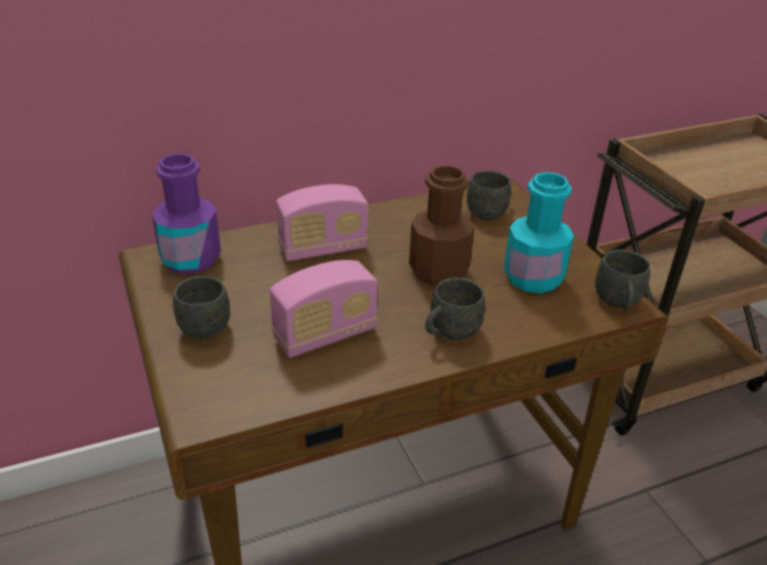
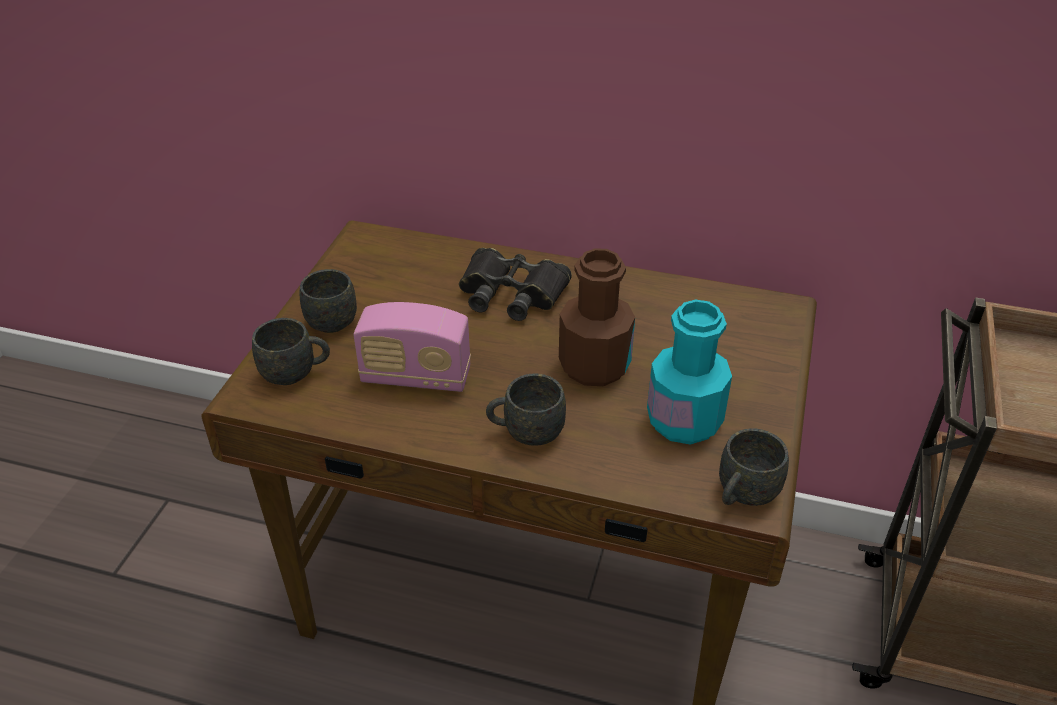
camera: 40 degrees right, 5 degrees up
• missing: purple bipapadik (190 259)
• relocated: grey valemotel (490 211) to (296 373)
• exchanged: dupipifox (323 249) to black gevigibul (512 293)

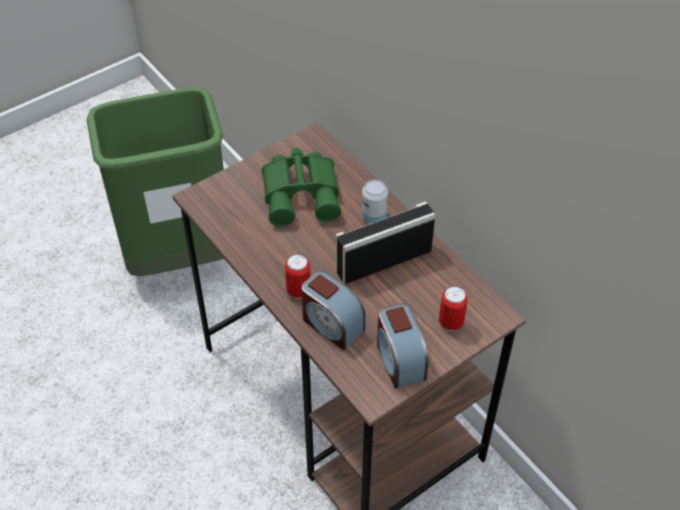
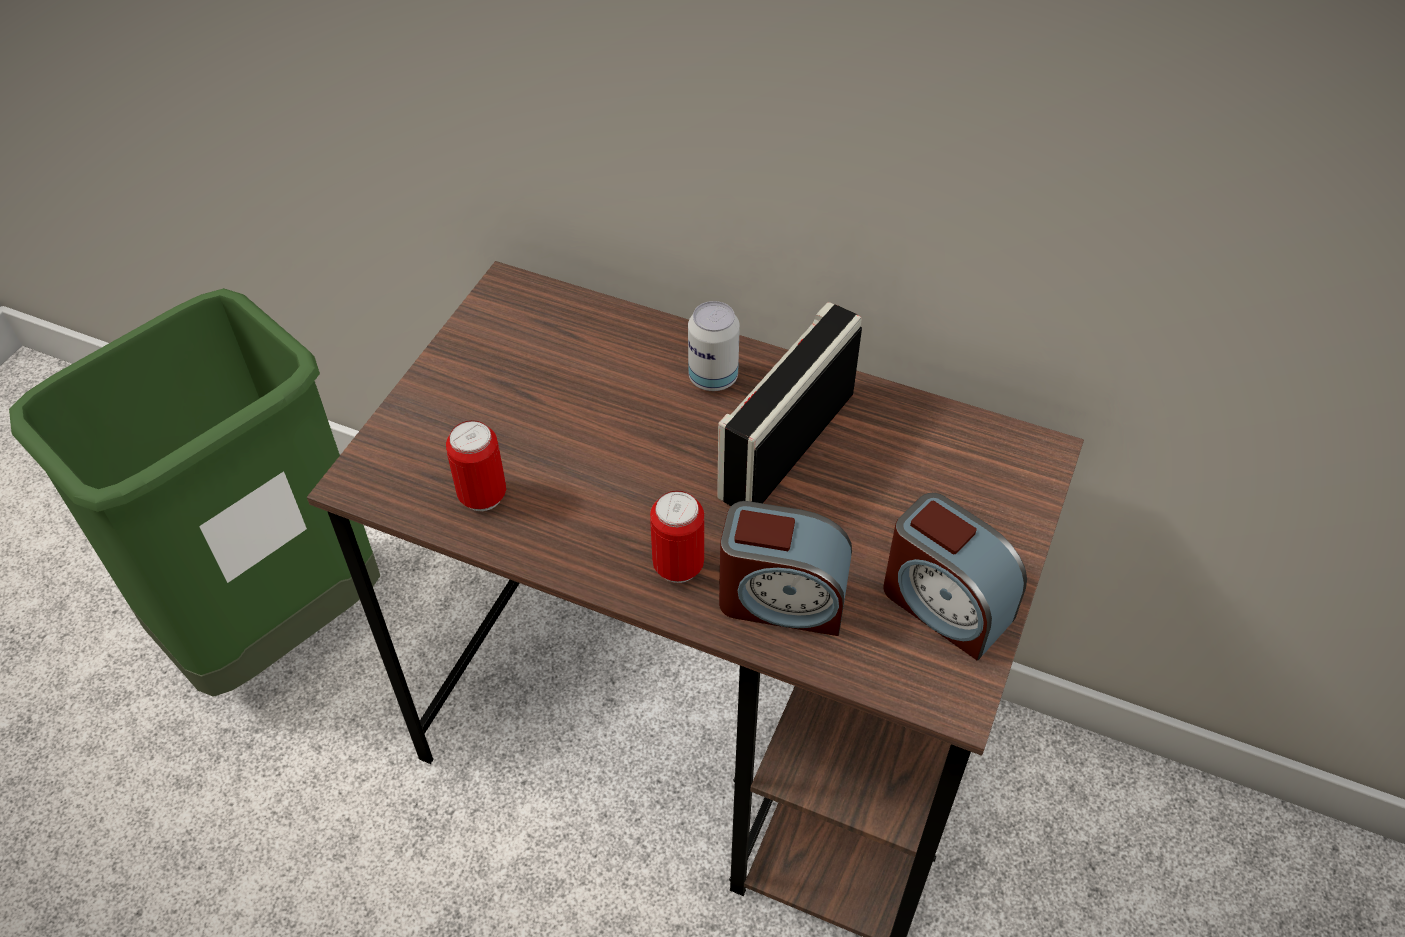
camera: 30 degrees left, 0 degrees up
• missing: green gevigibul (303 193)
• relocated: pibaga (451 323) to (482 496)

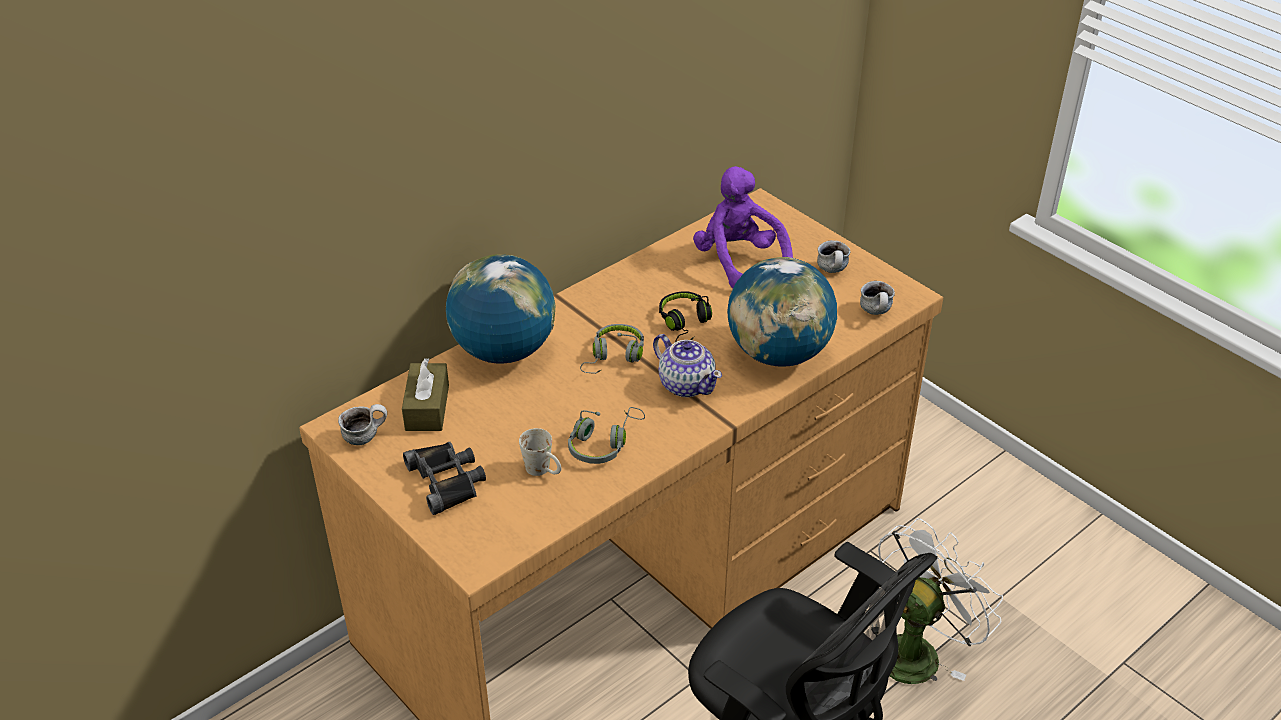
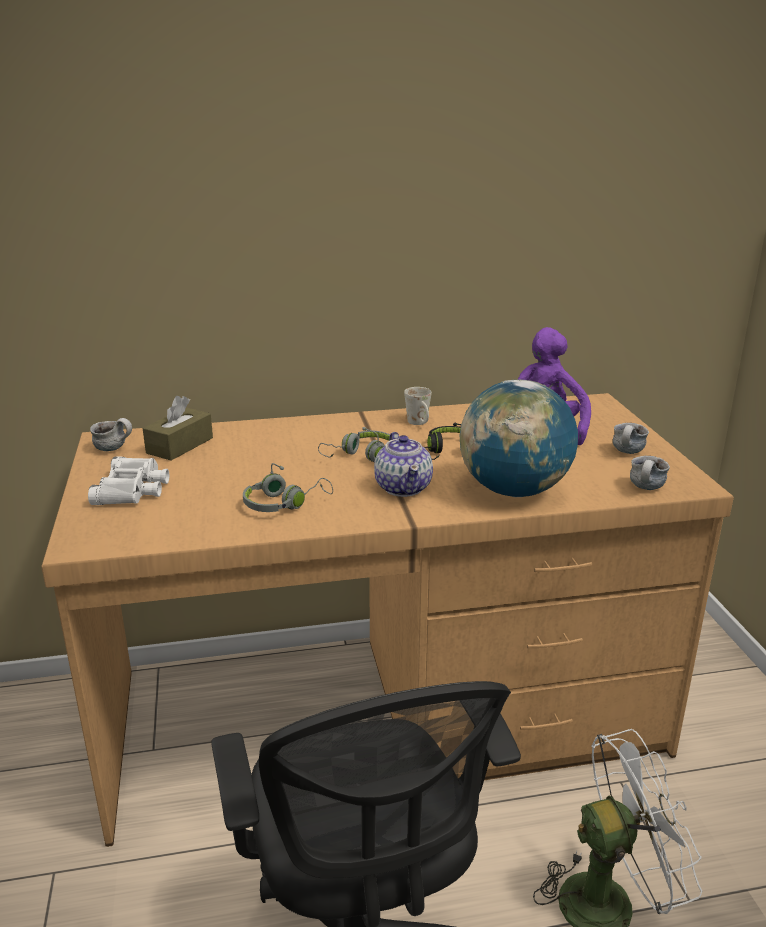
camera: 30 degrees right, 15 degrees down
• missing: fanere (504 351)
• relocated: white valemotel (543 471) to (420 423)
• colour: black gevigibul (447 480) to white gevigibul (133 489)

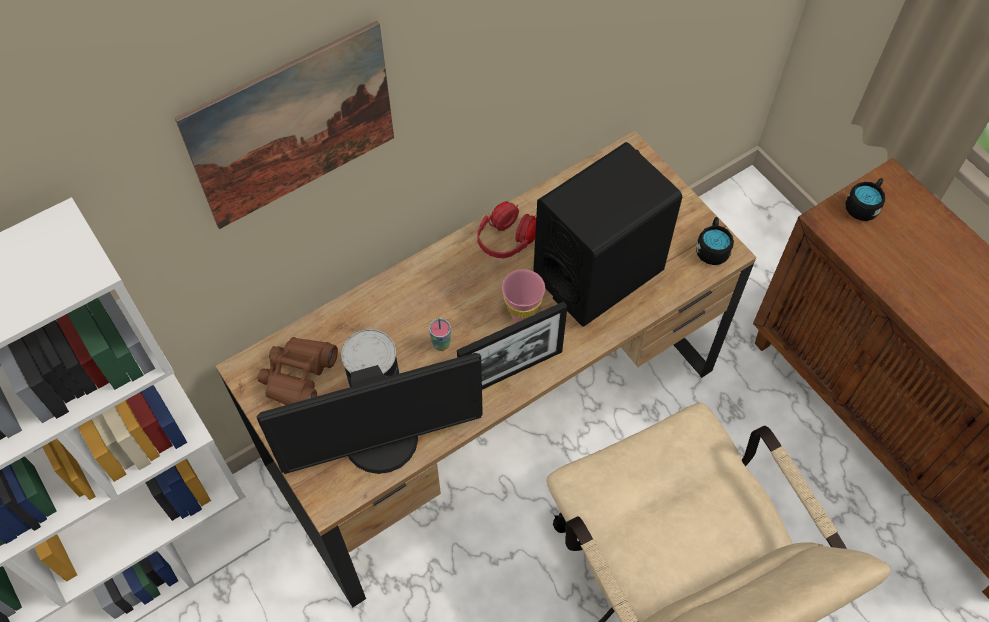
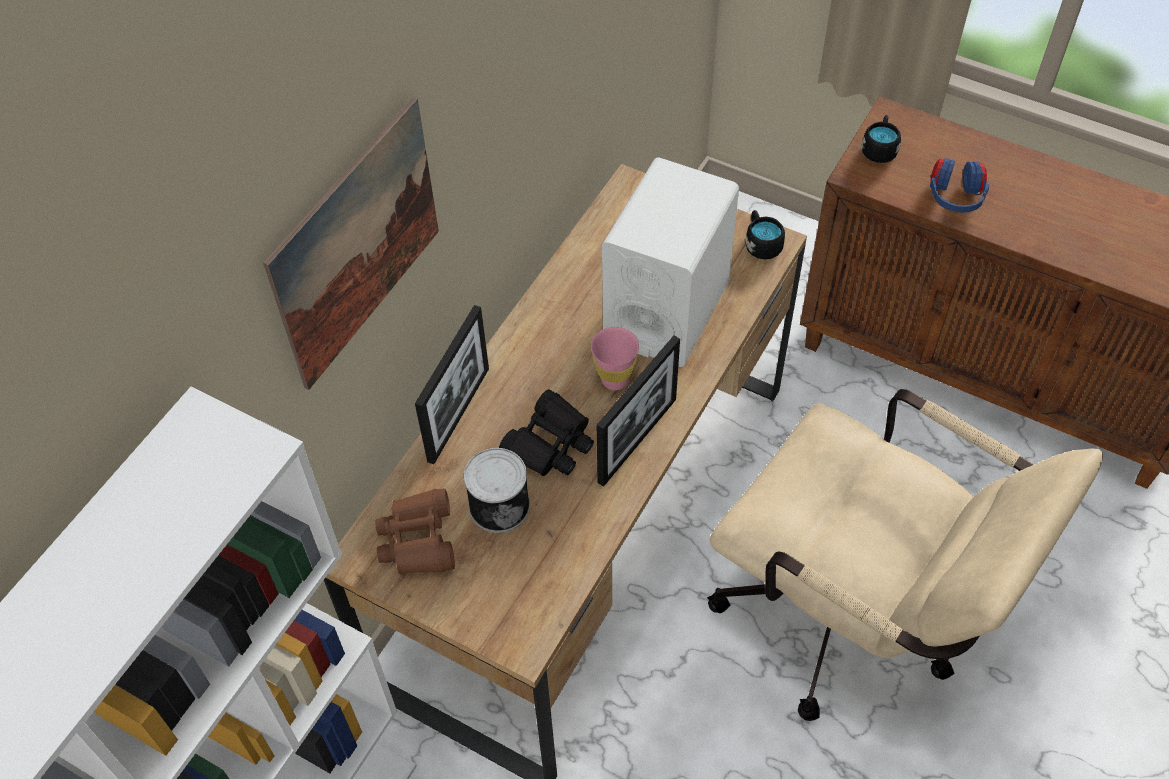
camera: 25 degrees left, 5 degrees down
• colour: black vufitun (598 273) to white vufitun (666 310)
• missing: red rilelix (507 241)
• exchanged: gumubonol (441 344) to black gevigibul (550 444)
• missing: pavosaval (382 443)
• appeared: blue rilelix (954 199)
• appeared: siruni (458 414)

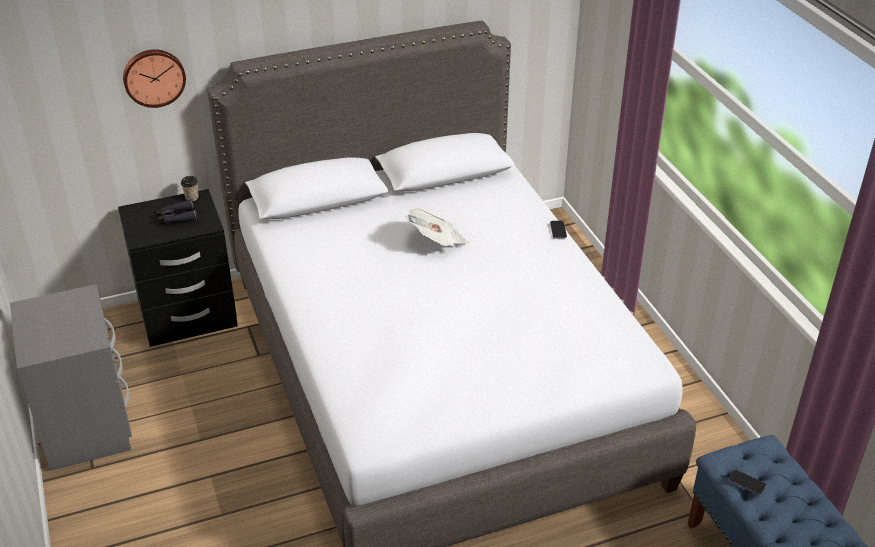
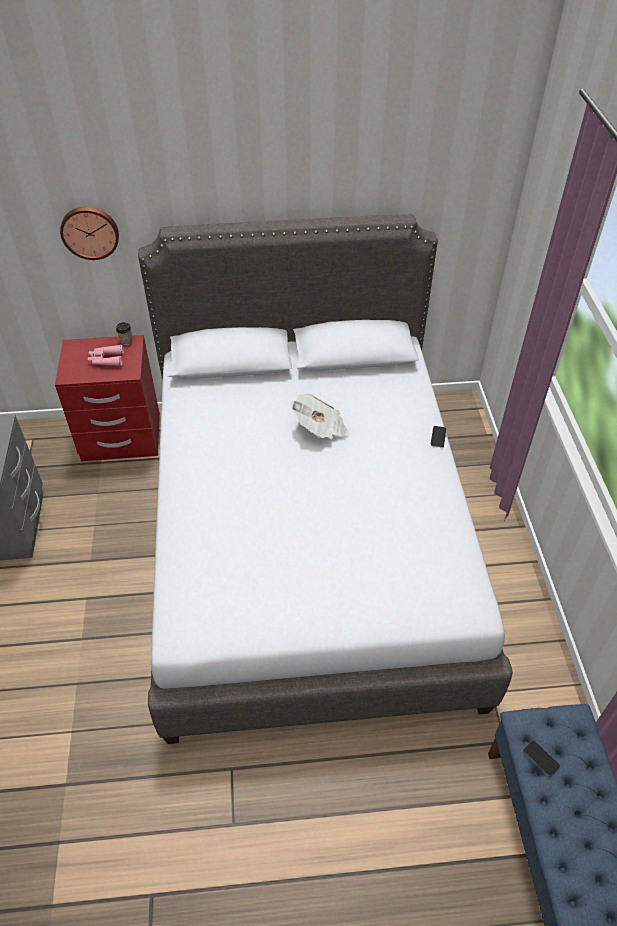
camera: 15 degrees right, 10 degrees up
• colour: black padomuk (188 317) to red padomuk (121 438)
• colour: black gevigibul (177 217) to pink gevigibul (106 360)

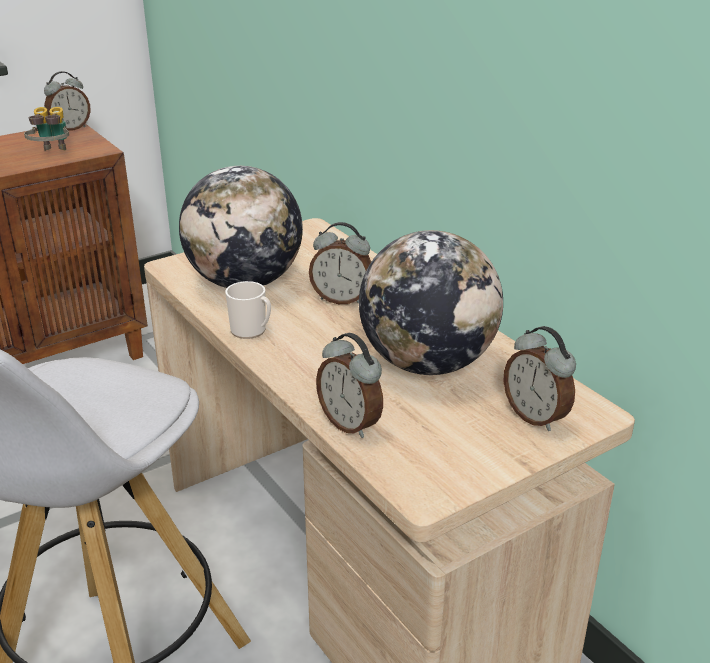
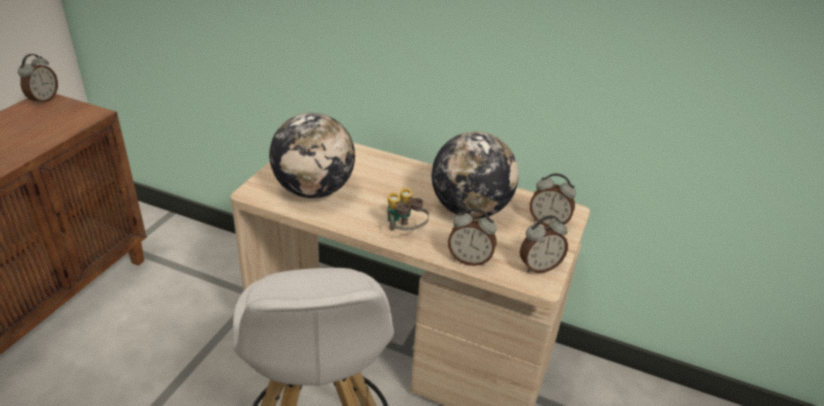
camera: 35 degrees left, 5 degrees up
• relocated: gevigibul (52 154) to (404 232)
• relocated: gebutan (341 299) to (539 266)
• missing: valemotel (251 331)

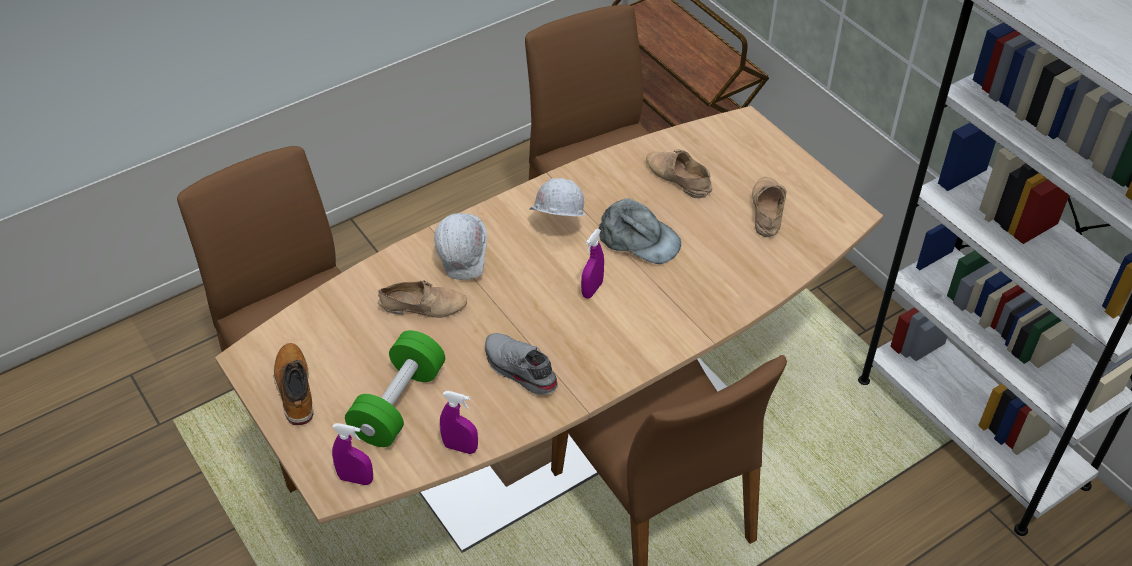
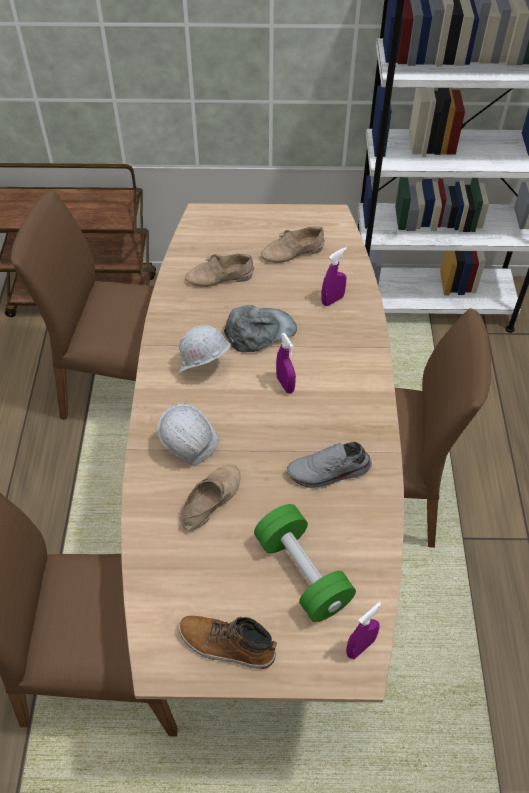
camera: 55 degrees left, 5 degrees up
• spun: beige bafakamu (766 210) = (293 252) 60 degrees counterclockwise
• relocated: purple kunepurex (460 447) to (332 300)

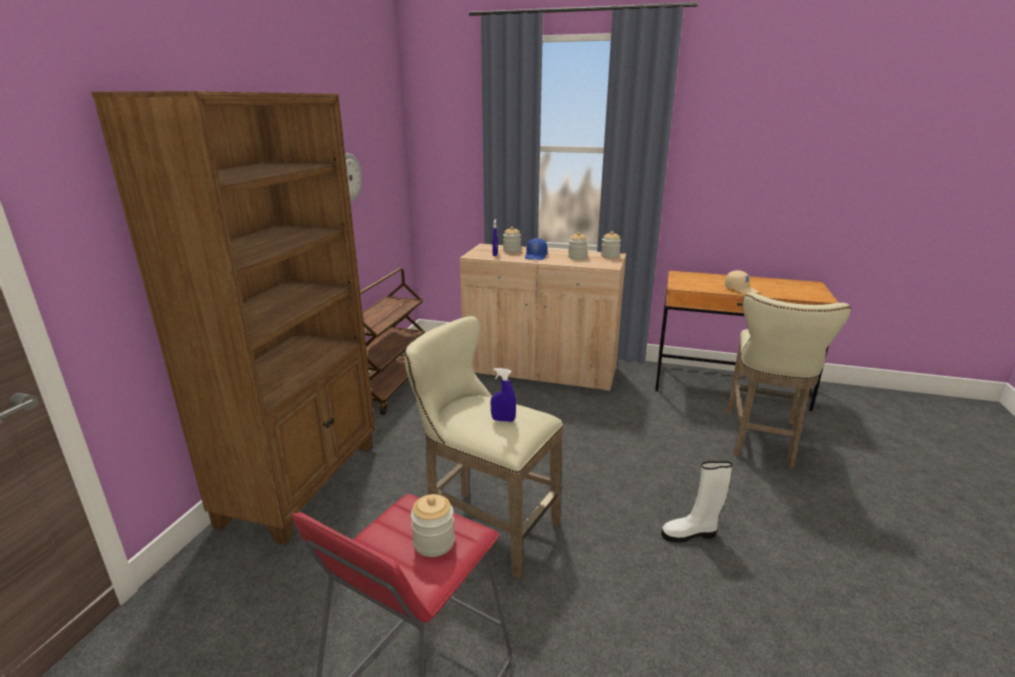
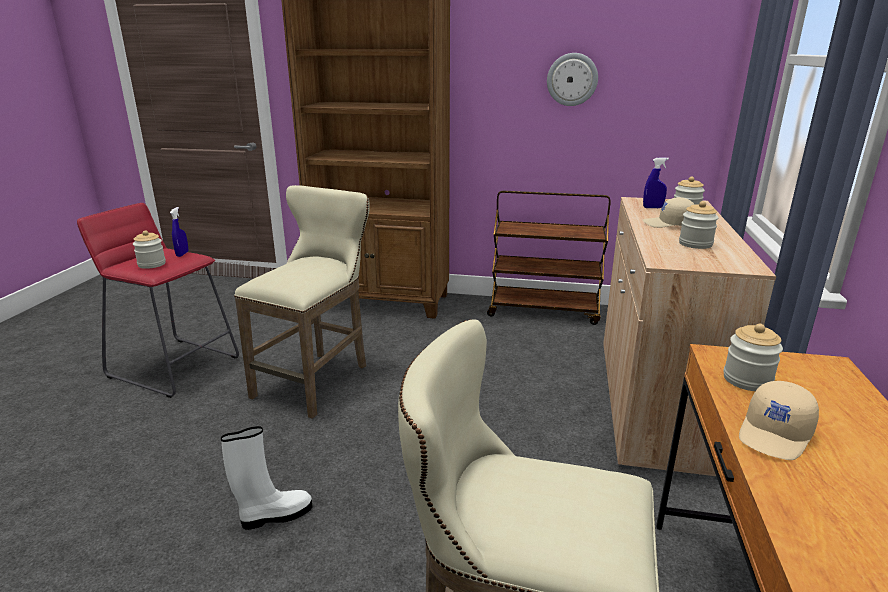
camera: 85 degrees right, 0 degrees up
• relocated: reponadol (610 256) to (747 380)
• colour: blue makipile (536 256) to beige makipile (668 224)
• relocated: blue kunepurex (503 420) to (182 254)
• spun: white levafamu (690 534) = (274 515) 75 degrees clockwise

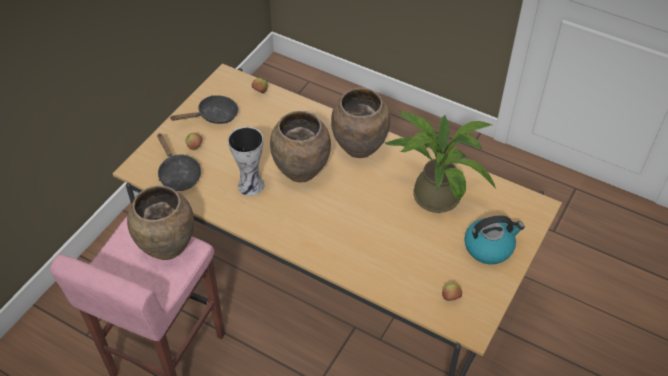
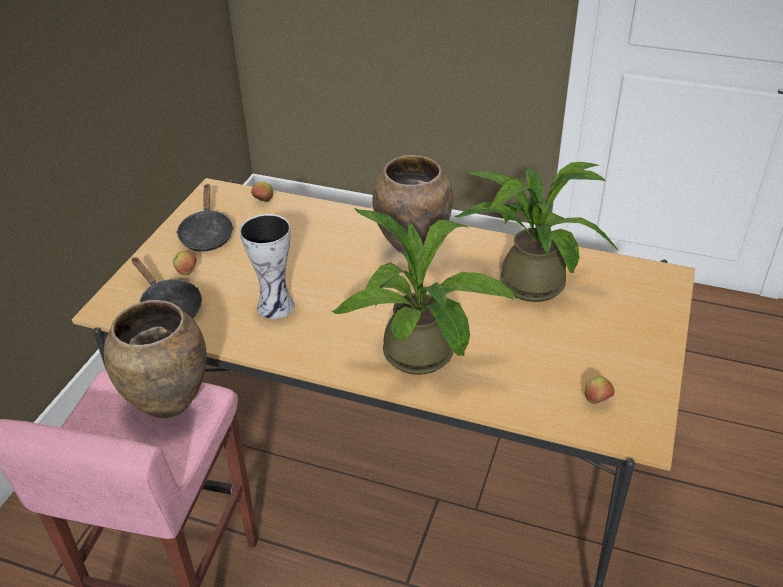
camera: 10 degrees left, 10 degrees down
• spun: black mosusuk (214 116) = (207 234) 120 degrees clockwise
• missing: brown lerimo (301 171)
• missing: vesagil (489 247)
• appeared: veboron (425 358)

